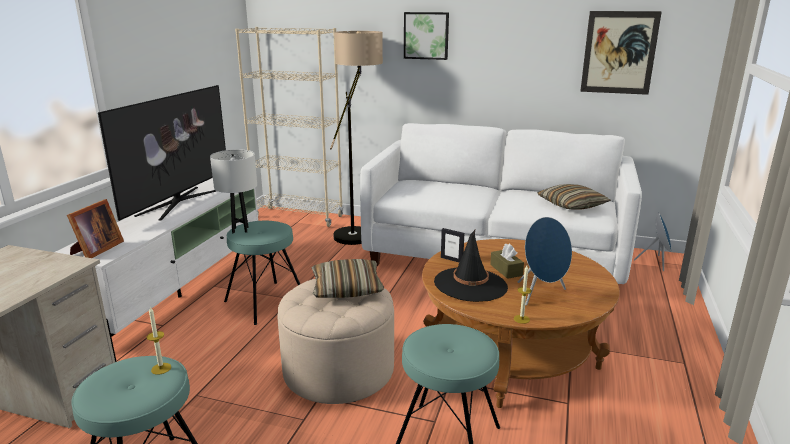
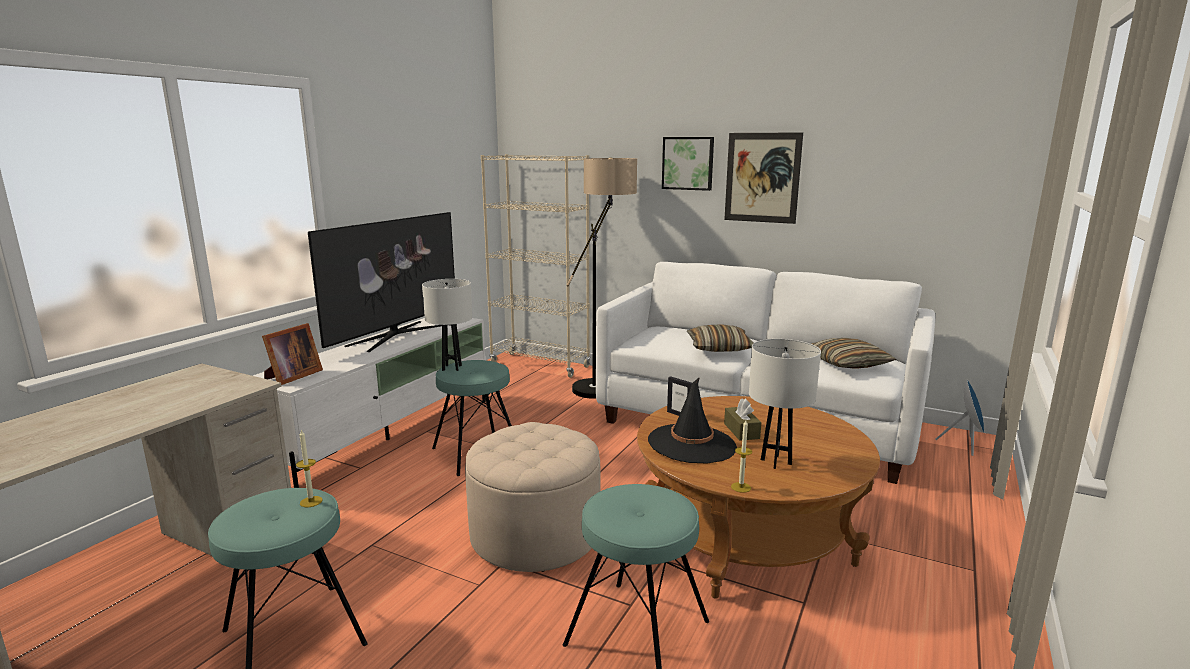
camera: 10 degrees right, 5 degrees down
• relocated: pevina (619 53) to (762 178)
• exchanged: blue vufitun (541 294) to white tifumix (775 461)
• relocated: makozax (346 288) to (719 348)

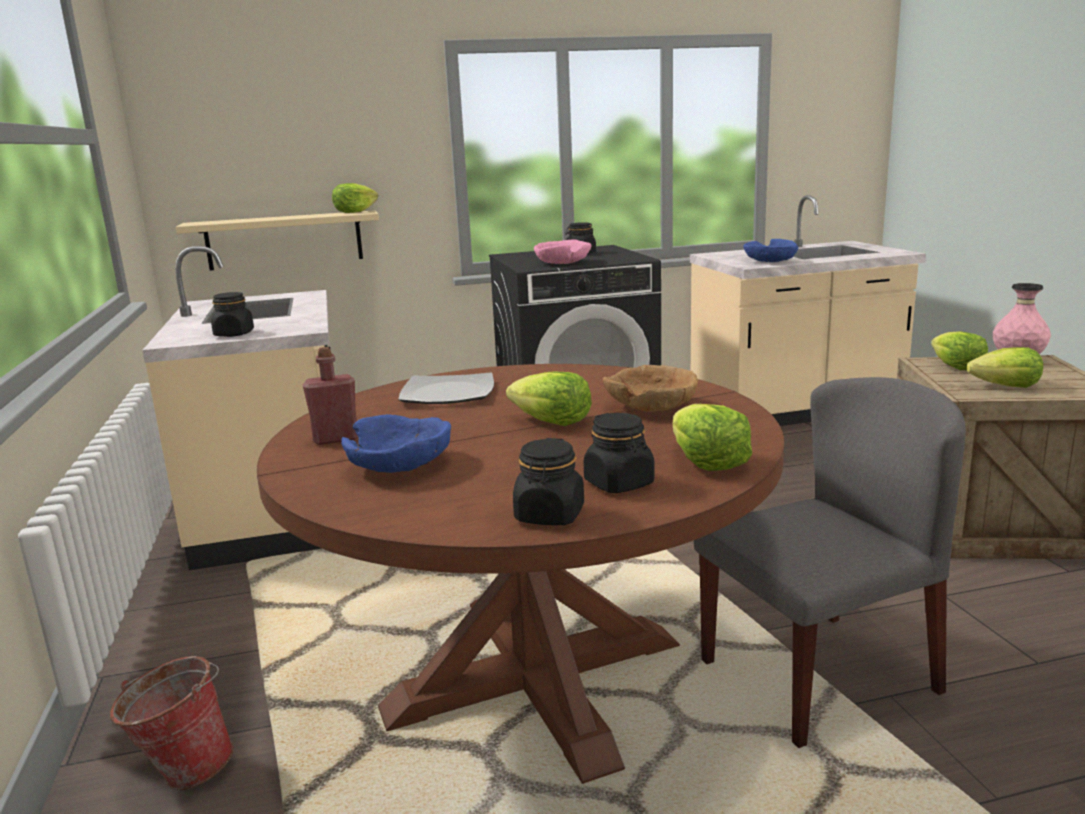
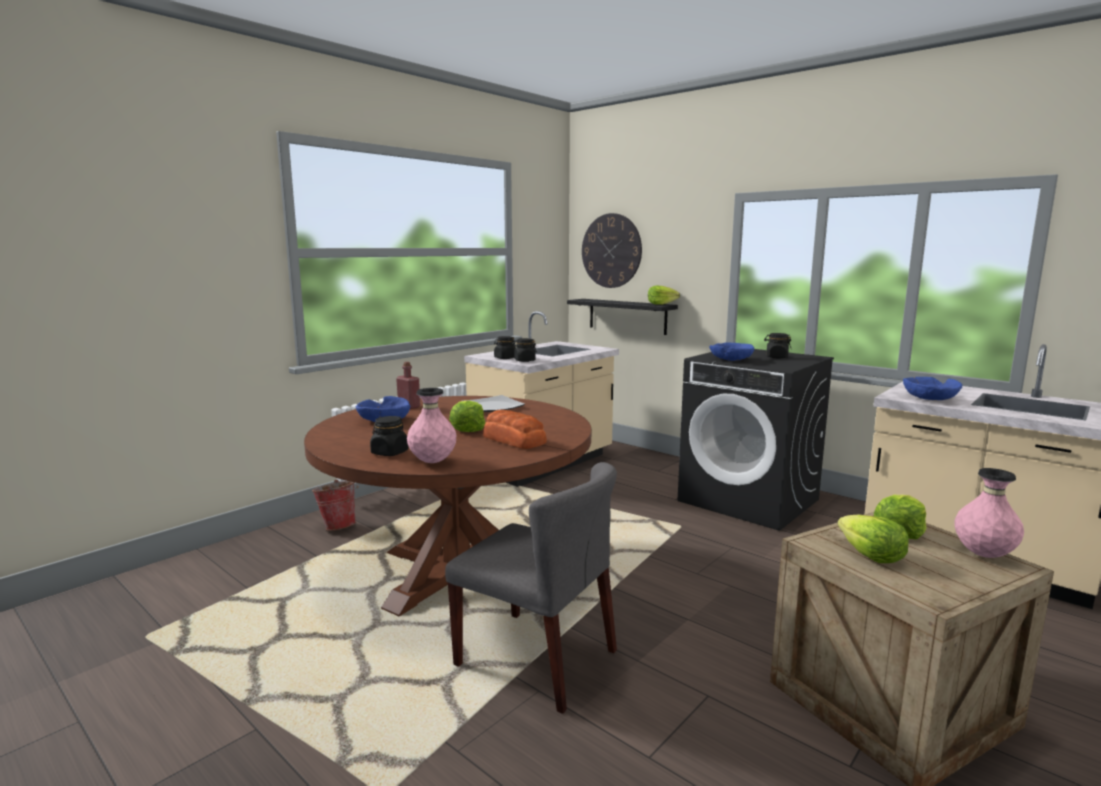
camera: 55 degrees right, 5 degrees down
• colour: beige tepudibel (284 240) to black tepudibel (627 316)
• colour: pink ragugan (562 263) to blue ragugan (730 360)
• exchanged: brown ragugan (650 407) to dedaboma (514 439)
• exchanged: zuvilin (707 462) to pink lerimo (432 462)
• relocated: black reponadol (549 515) to (524 360)
• appeared: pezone (611 251)

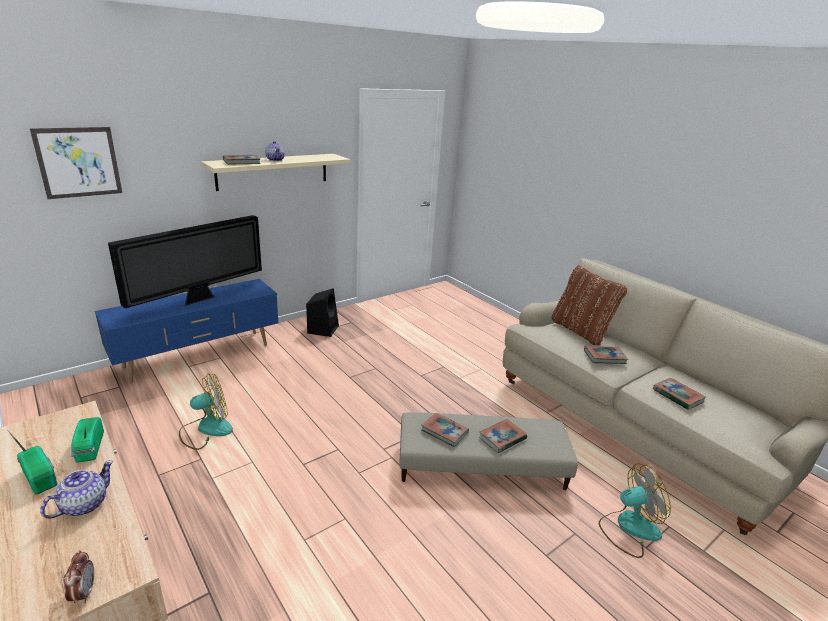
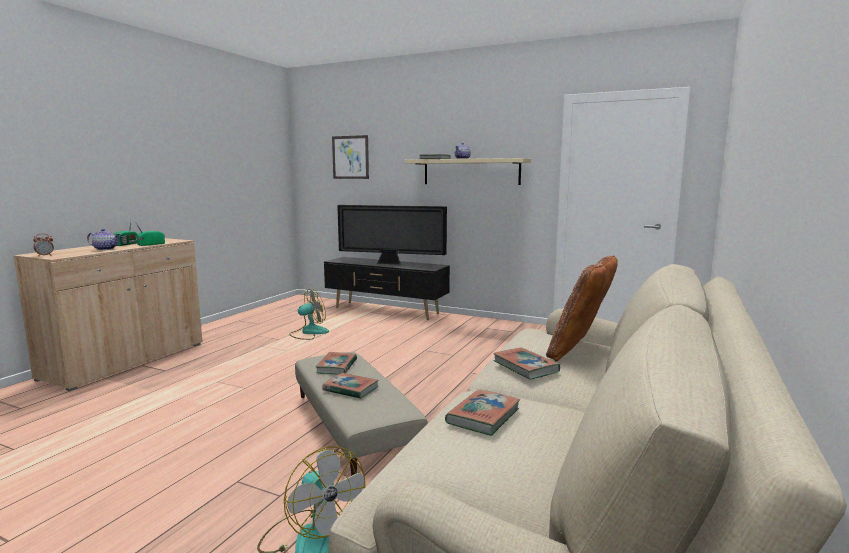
camera: 65 degrees right, 15 degrees down
• colour: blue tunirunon (199 356) to black tunirunon (386 311)
• missing: black vufitun (323 329)
• spun: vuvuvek (206 429) = (309 332) 75 degrees counterclockwise

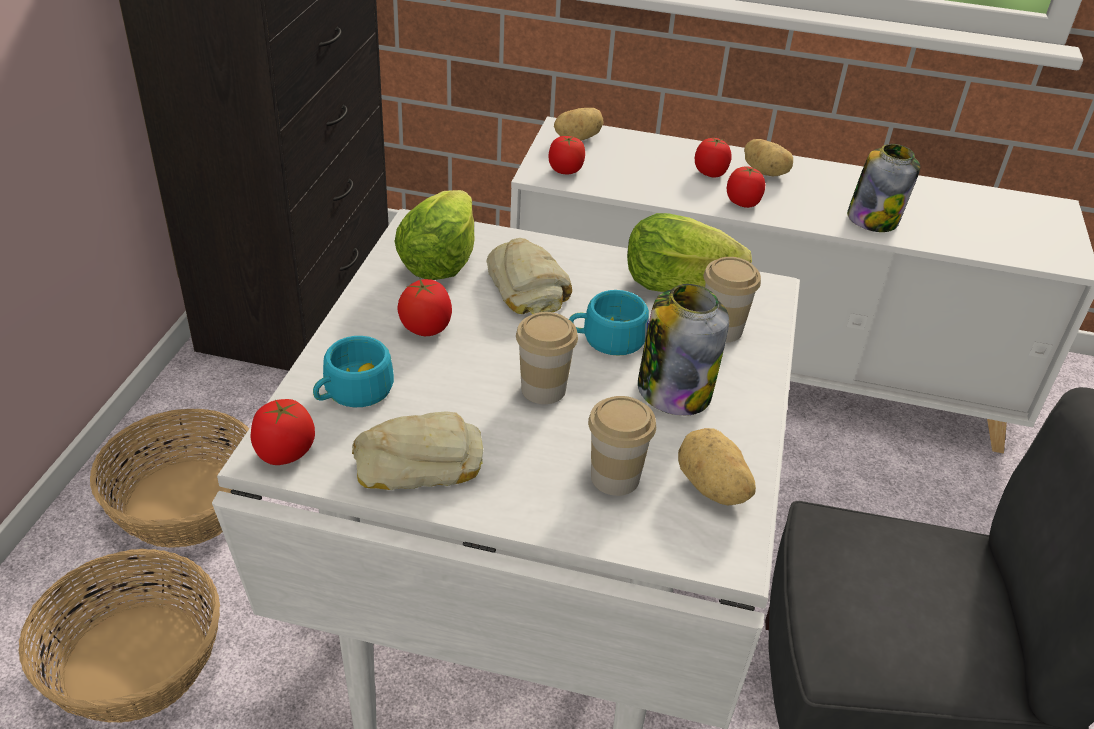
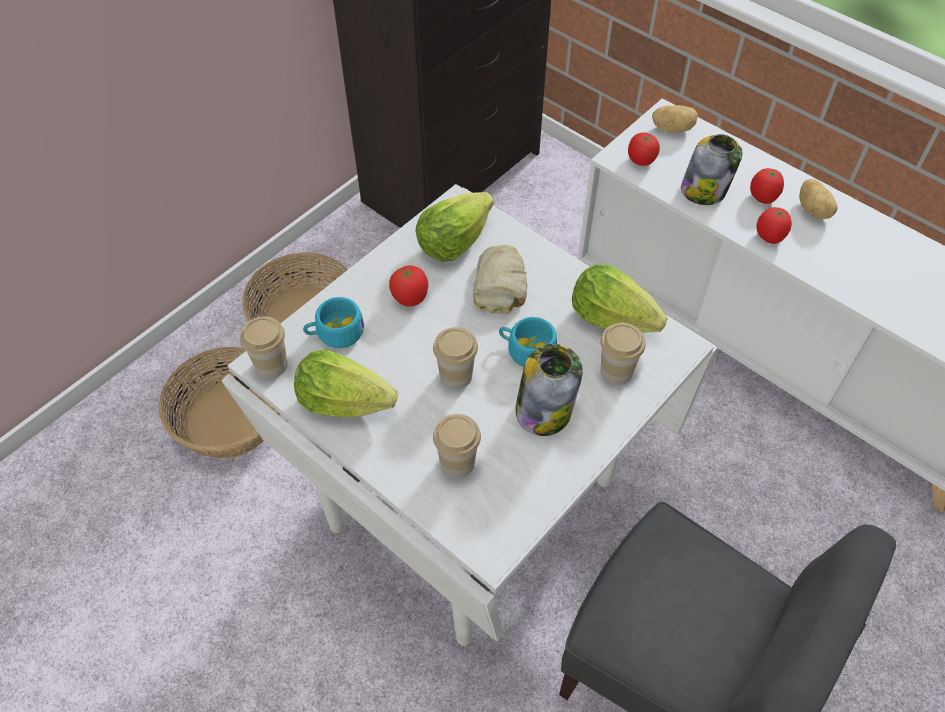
camera: 30 degrees right, 15 degrees up
• relocated: reponadol (873 219) to (704 190)
• exchanged: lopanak (285 454) to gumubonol (271 365)
• exchanged: dedaboma (418 461) to zuvilin (344 401)
• missing: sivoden (711 488)

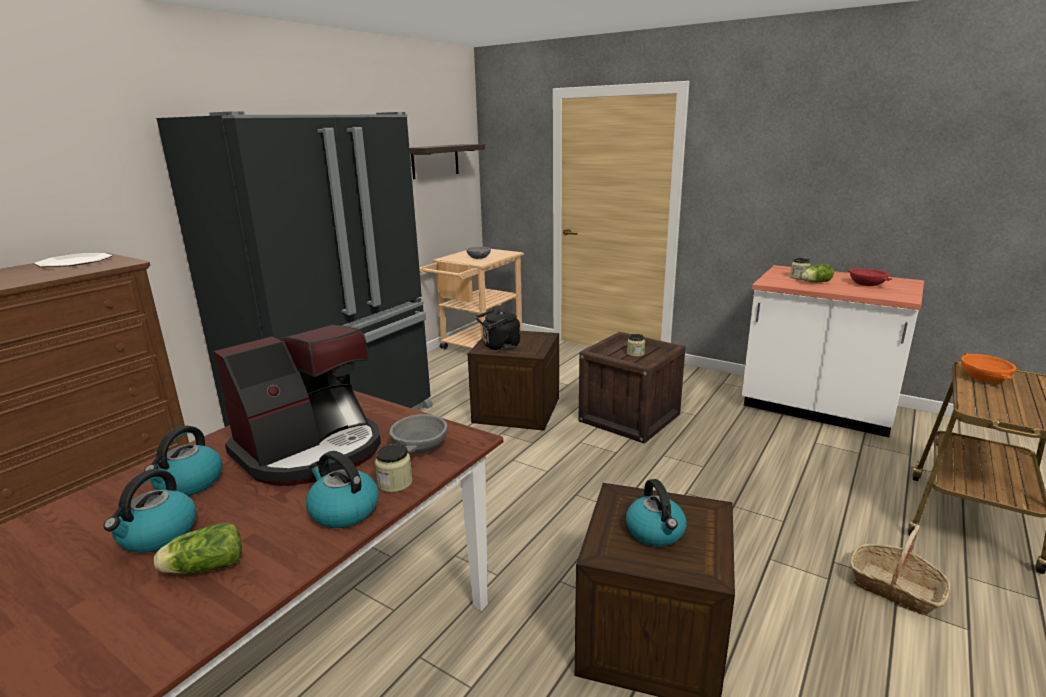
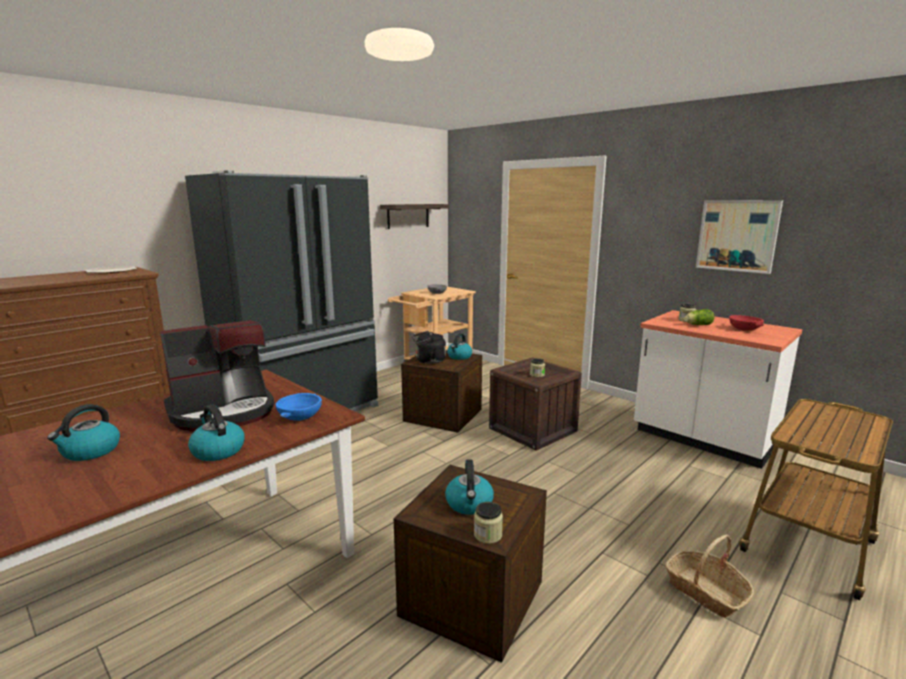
camera: 10 degrees right, 5 degrees down
• missing: orange ragugan (985 377)
• colour: grey ragugan (419 446) to blue ragugan (299 416)
• relocated: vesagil (189 484) to (459 357)
• relocated: reponadol (395 483) to (488 535)
• missing: zuvilin (202 568)
• appeared: pevina (737 235)

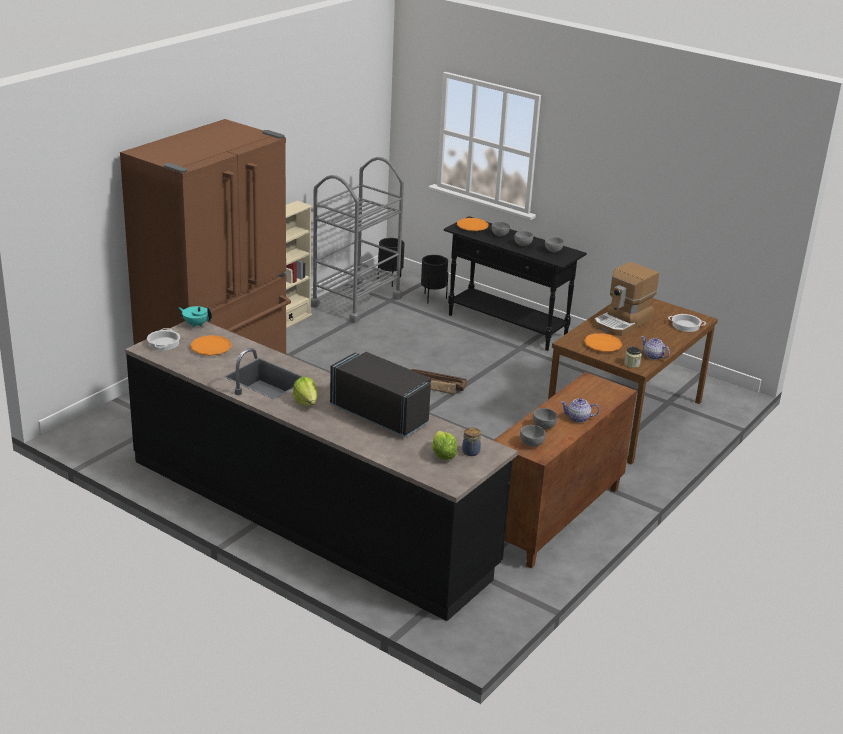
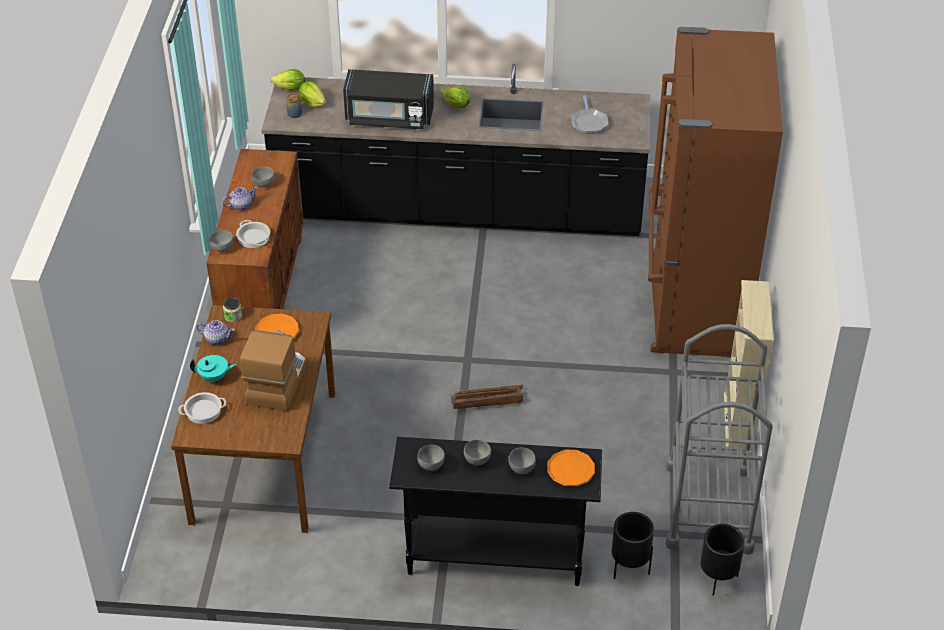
camera: 150 degrees right, 15 degrees up
• relocated: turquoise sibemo (196 324) to (214 377)
• relocated: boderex (163 343) to (254 238)
• exchanged: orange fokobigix (211 348) to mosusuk (589 122)
• relocated: grey ragugan (531 444) to (222 249)
• appeared: zuvilin (290 88)

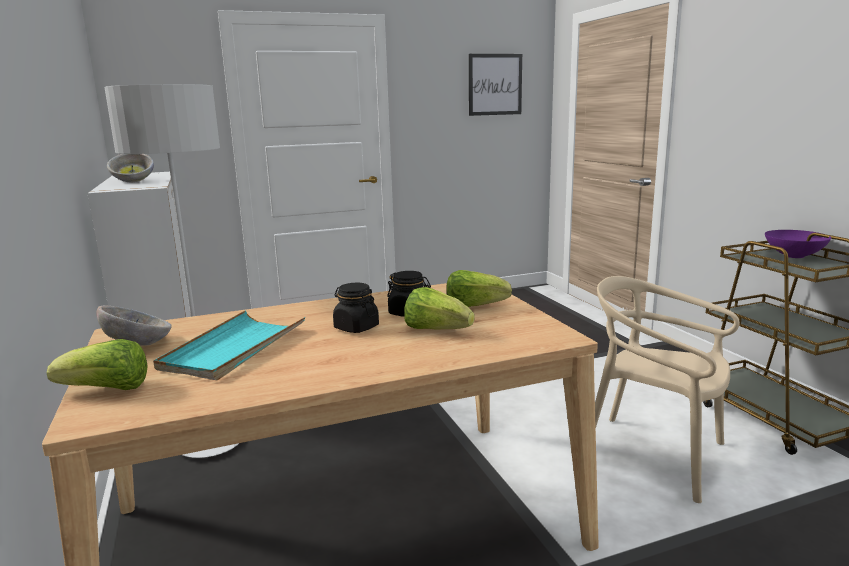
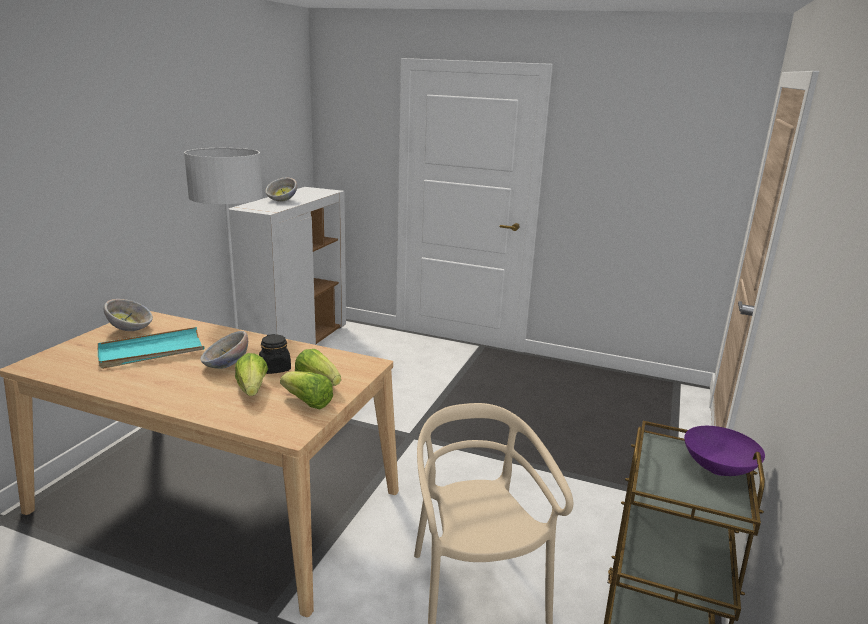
camera: 40 degrees right, 5 degrees up
• missing: pevina (495 84)
• exchanged: black reponadol (356 327) to ragugan (226 365)
• relocated: zuvilin (107 390) to (307 402)

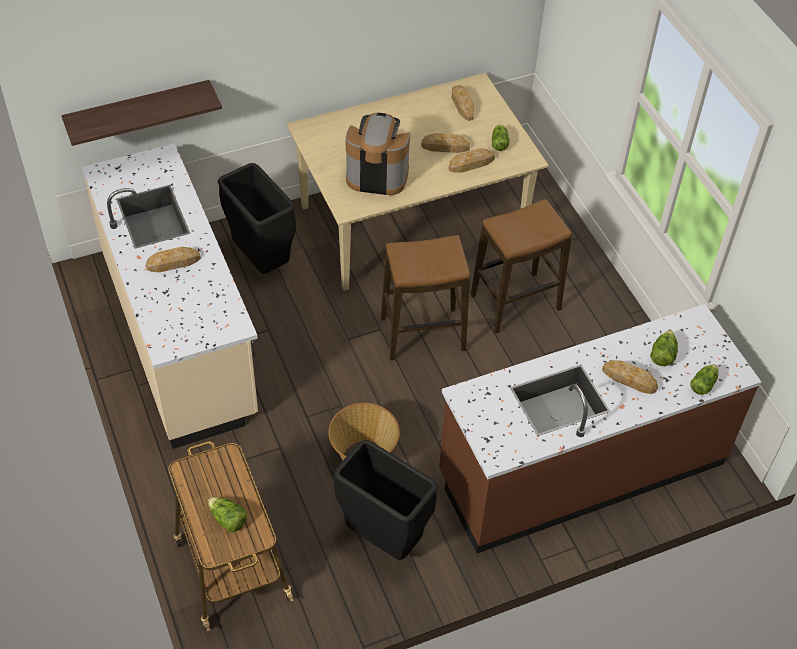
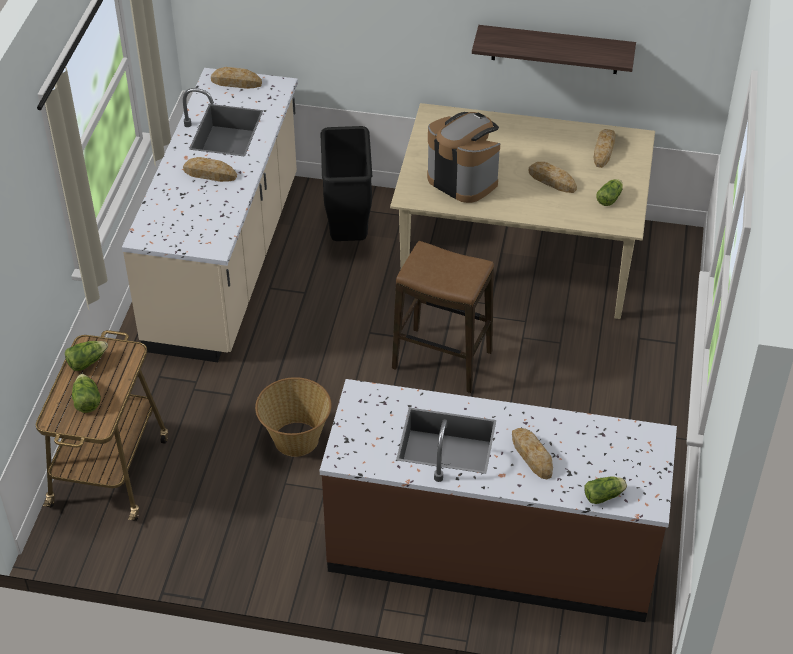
camera: 35 degrees right, 5 degrees down
• relocated: tepudibel (139 111) to (555 49)
• relocated: dedaboma (471 164) to (236 82)
• missing: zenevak (515 303)
• relocated: zuvilin (662 355) to (87 362)
• missing: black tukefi (383 540)

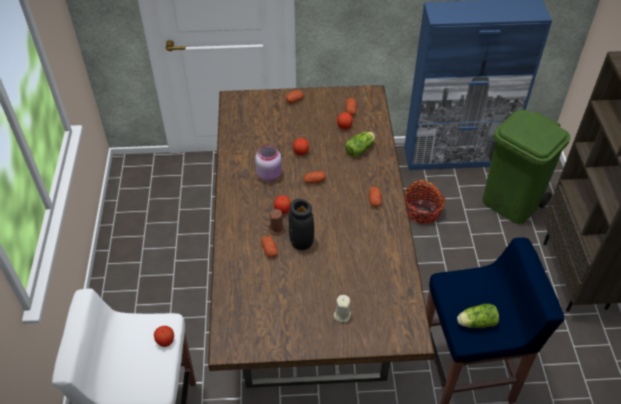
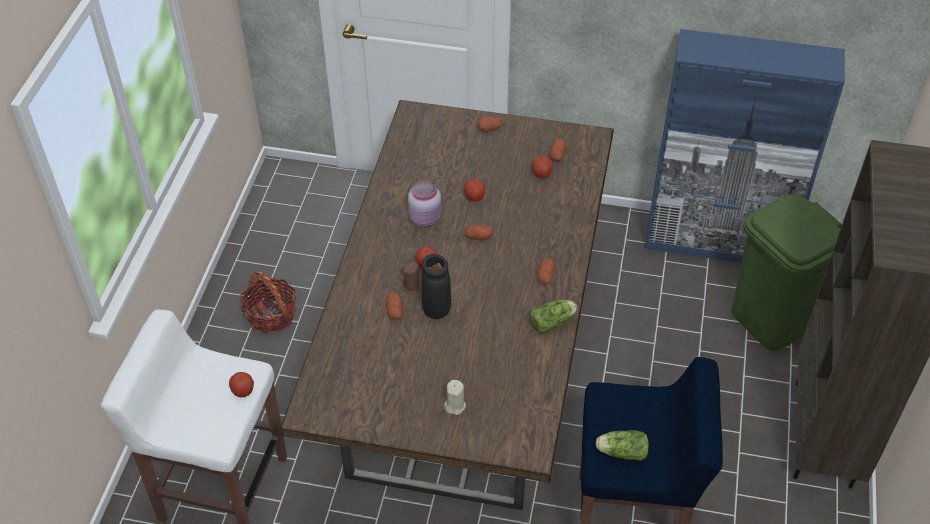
camera: 15 degrees right, 0 degrees up
• relocated: zuvilin (361 149) to (554 322)
• relocated: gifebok (422 211) to (271 314)

